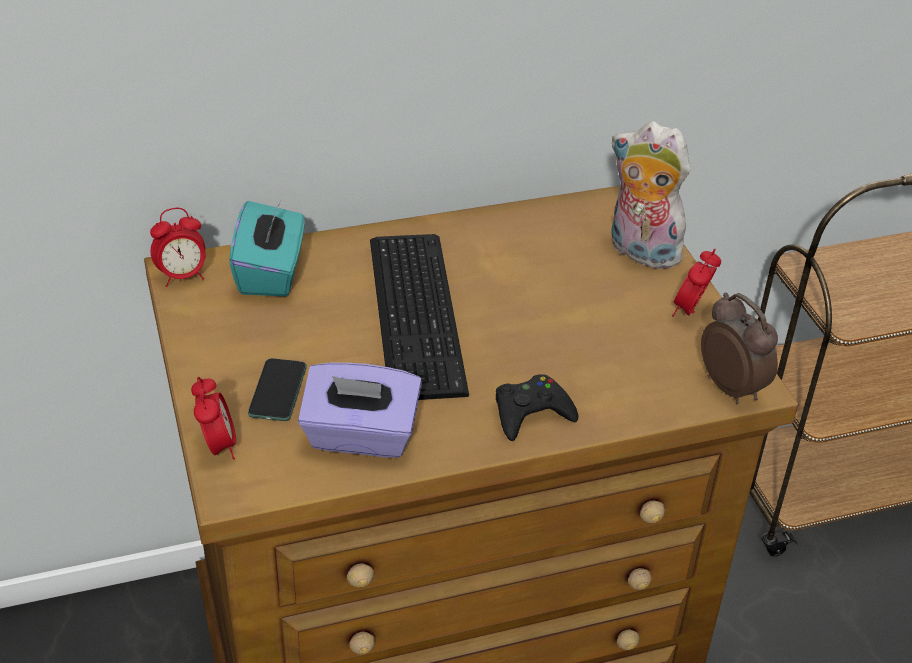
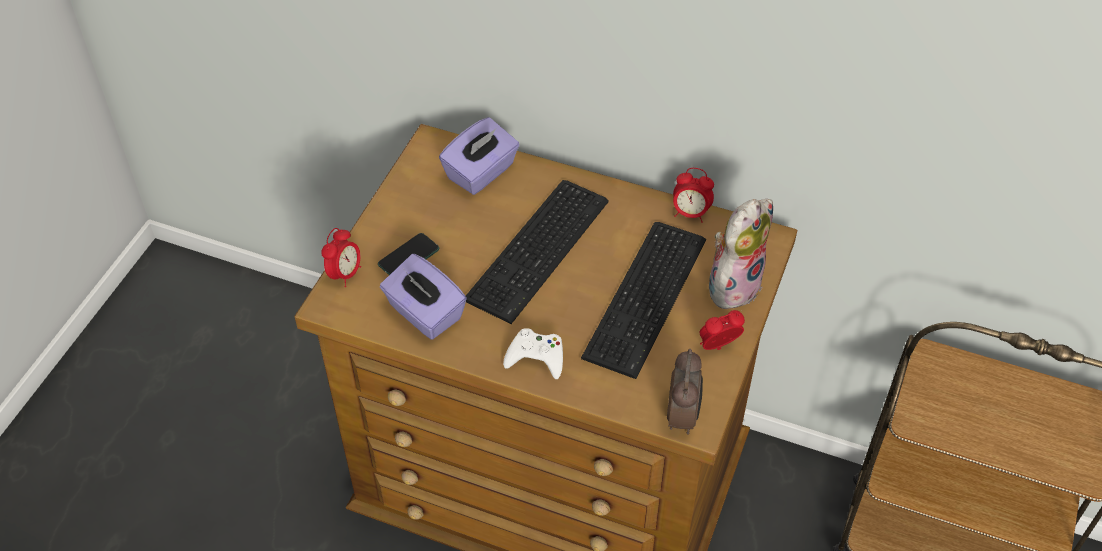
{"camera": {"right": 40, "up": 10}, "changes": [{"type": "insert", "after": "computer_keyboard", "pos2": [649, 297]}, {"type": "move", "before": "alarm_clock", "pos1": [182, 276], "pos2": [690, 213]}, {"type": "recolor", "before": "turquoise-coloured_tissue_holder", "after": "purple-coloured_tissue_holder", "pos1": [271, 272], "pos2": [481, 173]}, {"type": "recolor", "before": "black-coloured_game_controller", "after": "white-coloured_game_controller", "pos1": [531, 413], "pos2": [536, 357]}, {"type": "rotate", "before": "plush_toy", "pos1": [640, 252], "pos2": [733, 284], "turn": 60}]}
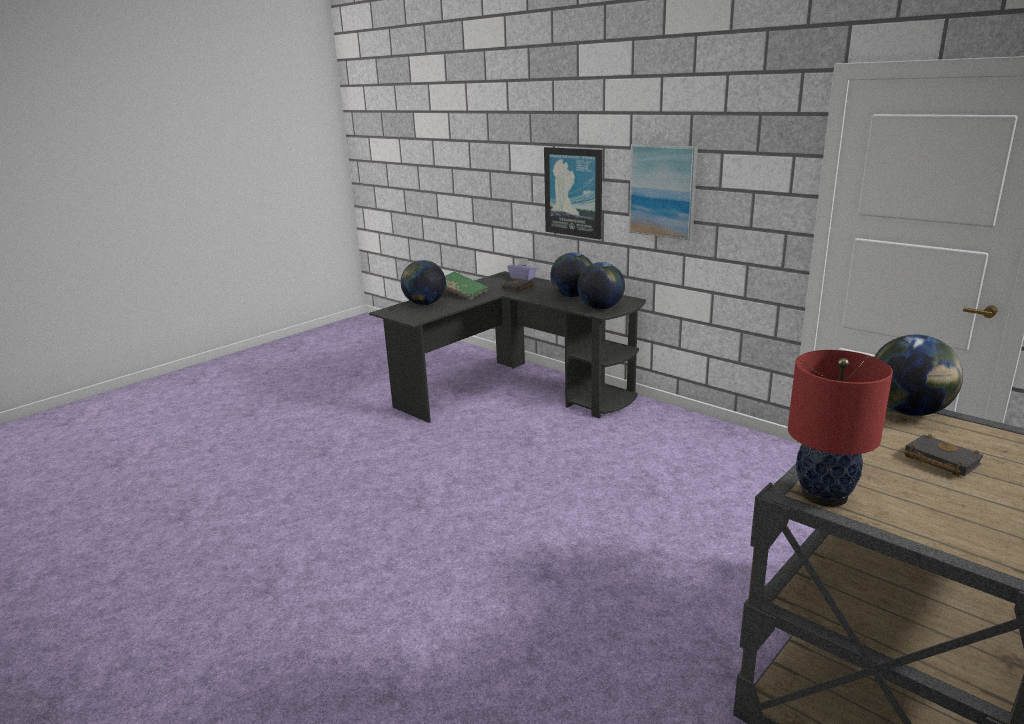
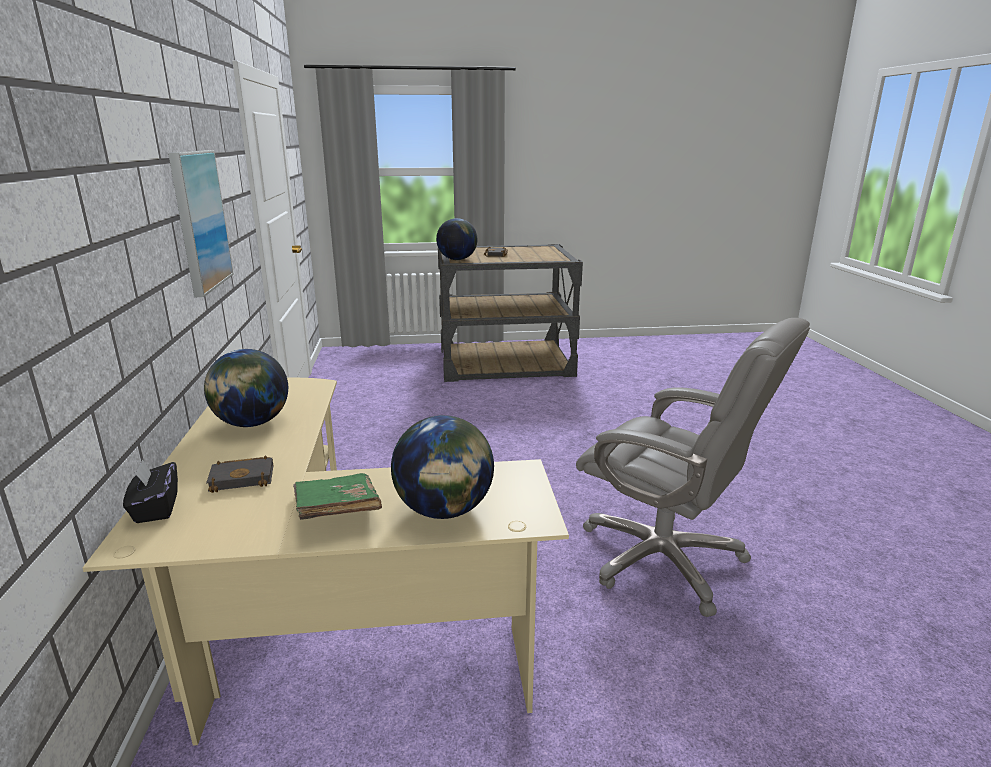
{"camera": {"right": -140, "up": 0}, "changes": [{"type": "delete", "before": "wall_art", "pos1": [574, 192]}, {"type": "delete", "before": "desk_globe", "pos1": [600, 308]}, {"type": "delete", "before": "red_lamp_for_a_table", "pos1": [824, 494]}, {"type": "insert", "after": "grey_computer_chair", "pos2": [663, 560]}, {"type": "recolor", "before": "black-coloured_desk_table", "after": "beige-coloured_desk_table", "pos1": [516, 390], "pos2": [321, 623]}, {"type": "recolor", "before": "purple-coloured_tissue_holder", "after": "black-coloured_tissue_holder", "pos1": [522, 278], "pos2": [156, 508]}]}
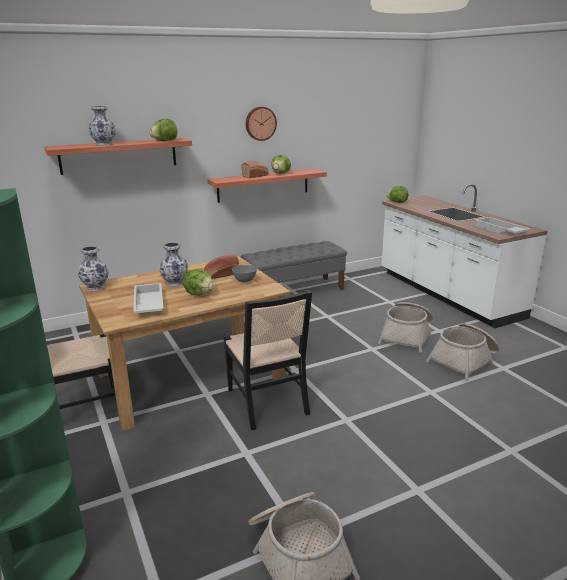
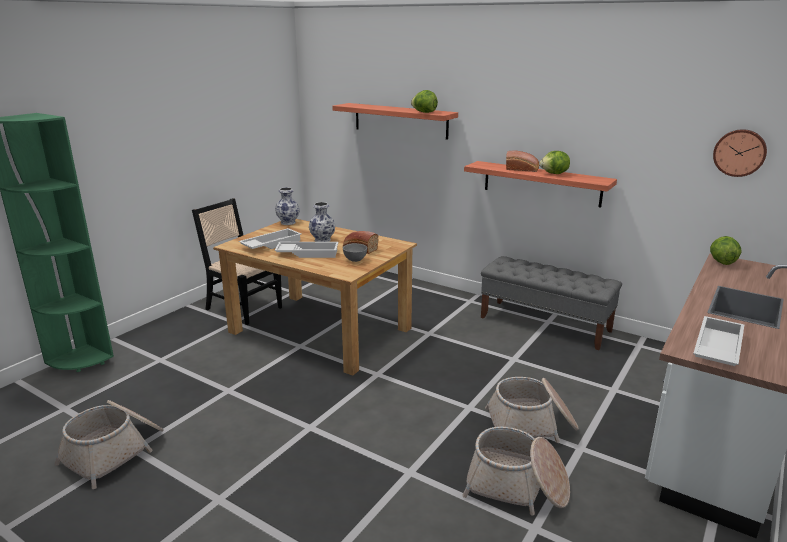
{"camera": {"right": 60, "up": 0}, "changes": [{"type": "delete", "before": "vase", "pos1": [103, 144]}, {"type": "delete", "before": "upright_chair", "pos1": [266, 402]}, {"type": "move", "before": "clock_on_the_wall", "pos1": [260, 123], "pos2": [739, 152]}, {"type": "replace", "before": "lettuce_head", "after": "white-coloured_serving_tray", "pos1": [199, 294], "pos2": [308, 253]}]}
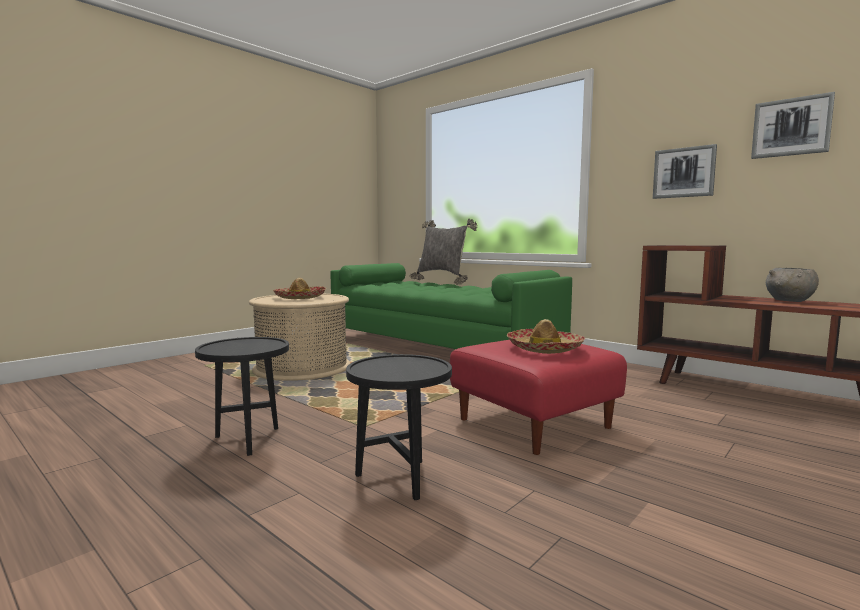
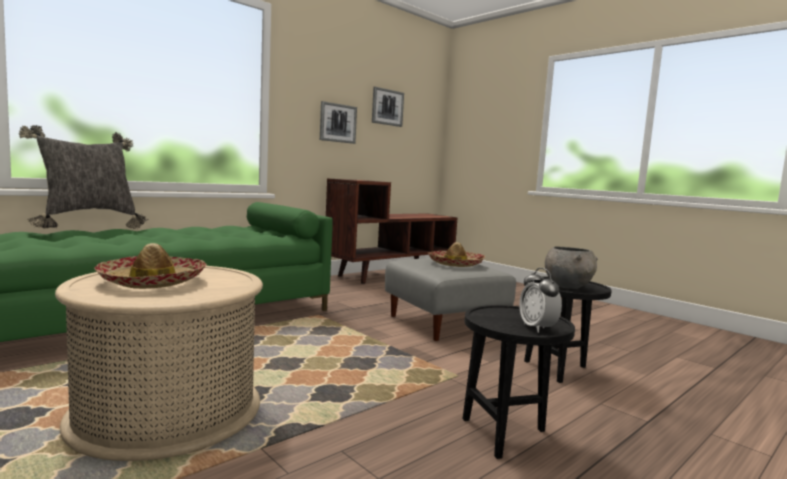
{"camera": {"right": -85, "up": 0}, "changes": [{"type": "insert", "after": "alarm_clock", "pos2": [537, 328]}, {"type": "move", "before": "grey_serving_bowl", "pos1": [790, 301], "pos2": [568, 287]}, {"type": "recolor", "before": "red_pouffe", "after": "grey_pouffe", "pos1": [534, 423], "pos2": [444, 323]}]}
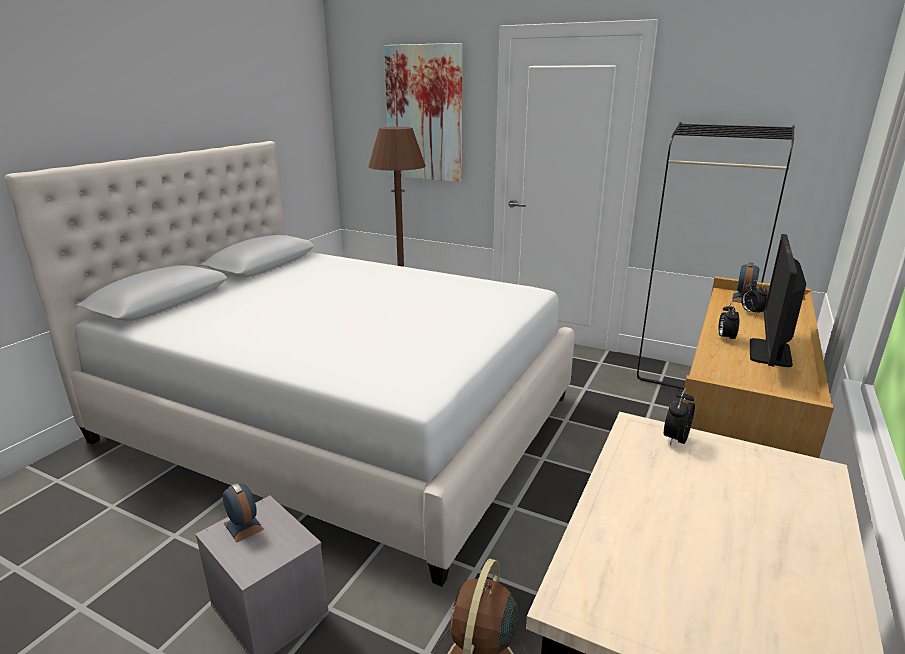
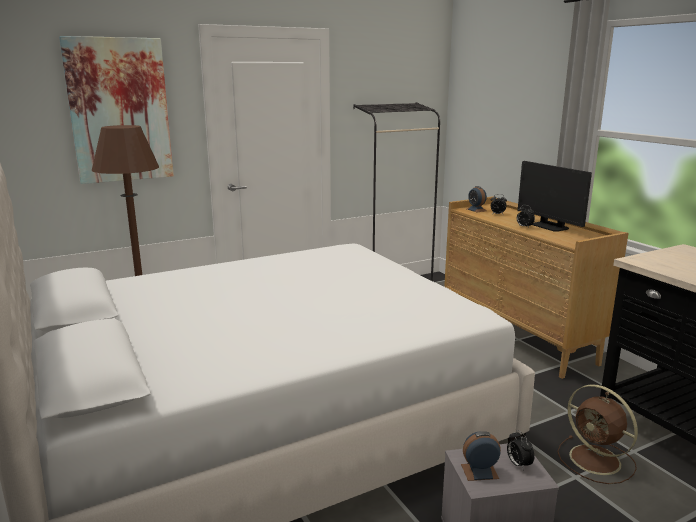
{"camera": {"right": -55, "up": -5}, "changes": [{"type": "move", "before": "alarm_clock", "pos1": [675, 439], "pos2": [518, 464]}]}
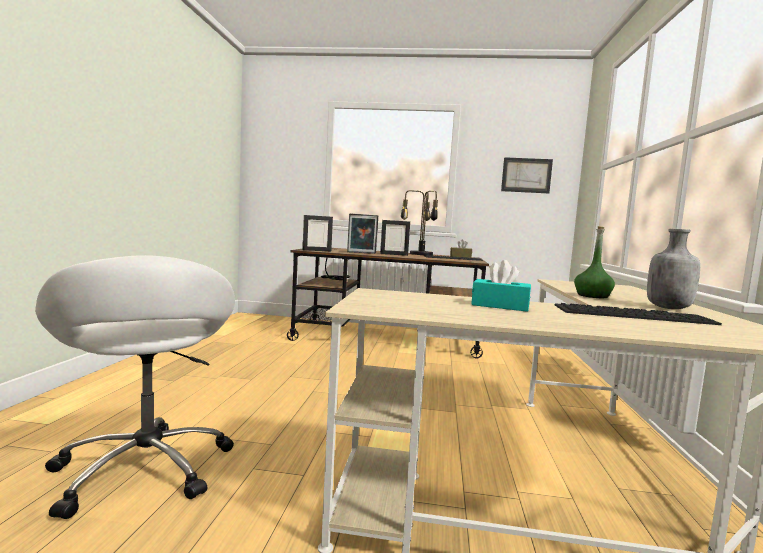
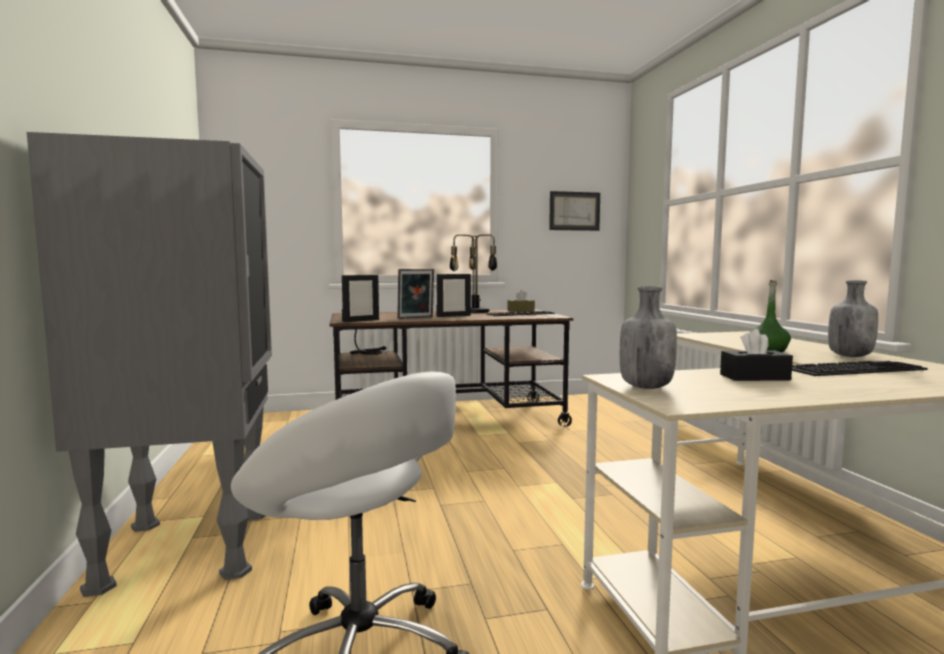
{"camera": {"right": -20, "up": 0}, "changes": [{"type": "insert", "after": "grey_cupboard", "pos2": [190, 546]}, {"type": "insert", "after": "grey_beverage_bottle", "pos2": [645, 387]}, {"type": "recolor", "before": "turquoise-coloured_tissue_holder", "after": "black-coloured_tissue_holder", "pos1": [500, 306], "pos2": [754, 377]}]}
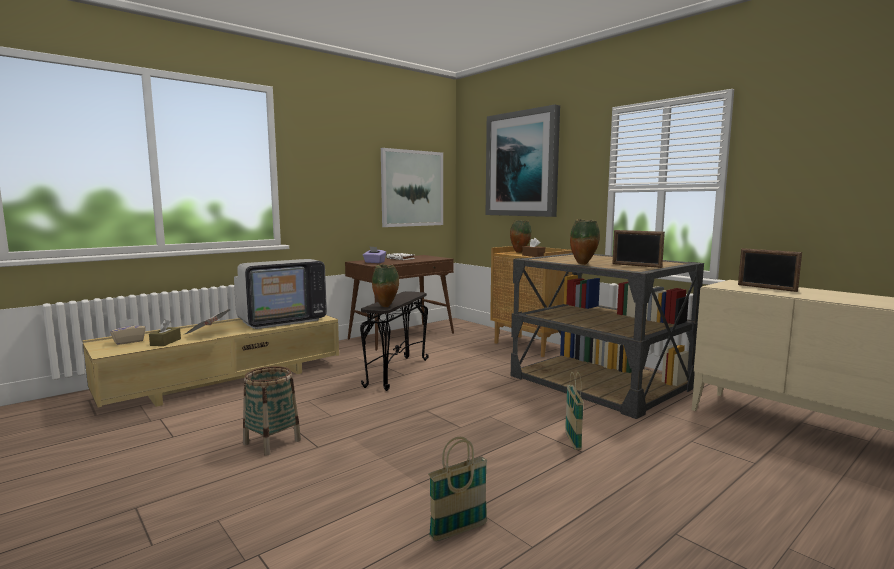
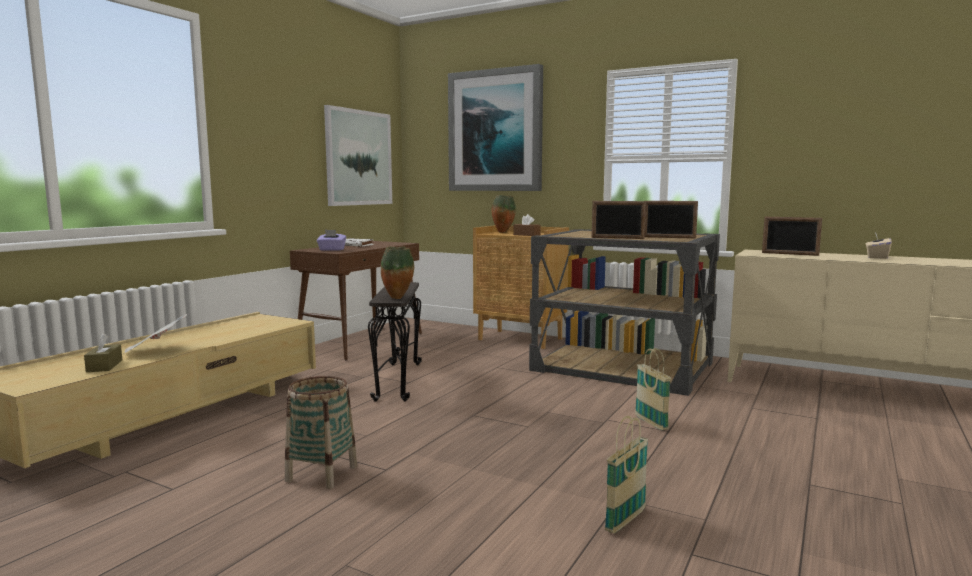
{"camera": {"right": -20, "up": 0}, "changes": [{"type": "delete", "before": "television", "pos1": [282, 320]}, {"type": "move", "before": "beige-coloured_tissue_holder", "pos1": [128, 341], "pos2": [876, 257]}, {"type": "replace", "before": "vase", "after": "photo_frame", "pos1": [584, 264], "pos2": [617, 238]}]}
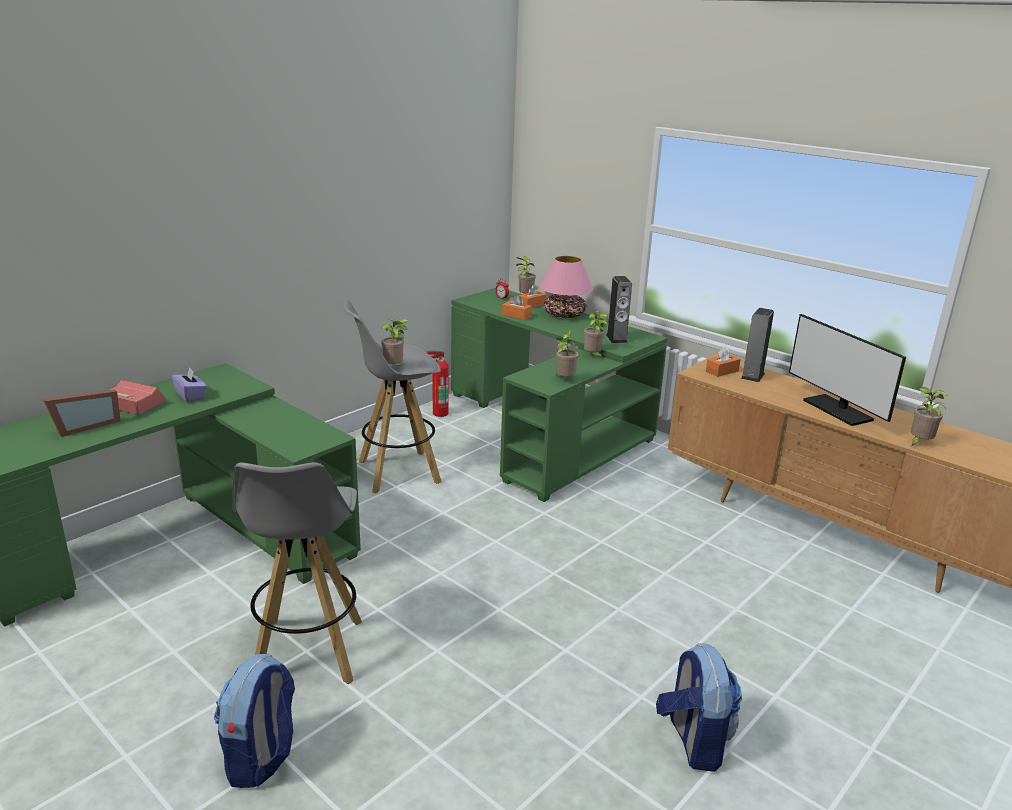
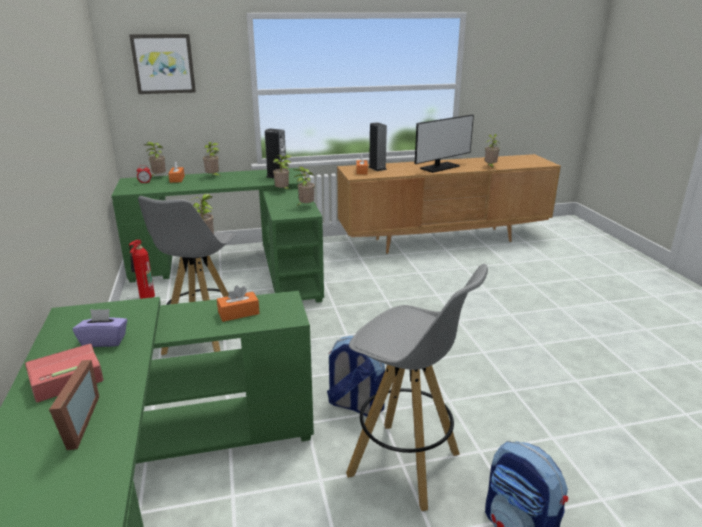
{"camera": {"right": -55, "up": 0}, "changes": [{"type": "insert", "after": "wall_art", "pos2": [163, 64]}, {"type": "move", "before": "orange_tissue_holder", "pos1": [516, 316], "pos2": [238, 313]}, {"type": "move", "before": "backpack", "pos1": [693, 741], "pos2": [355, 405]}, {"type": "replace", "before": "pink_lamp_for_a_table", "after": "houseplant", "pos1": [564, 315], "pos2": [213, 177]}, {"type": "rotate", "before": "computer_display", "pos1": [837, 410], "pos2": [440, 167], "turn": -45}]}
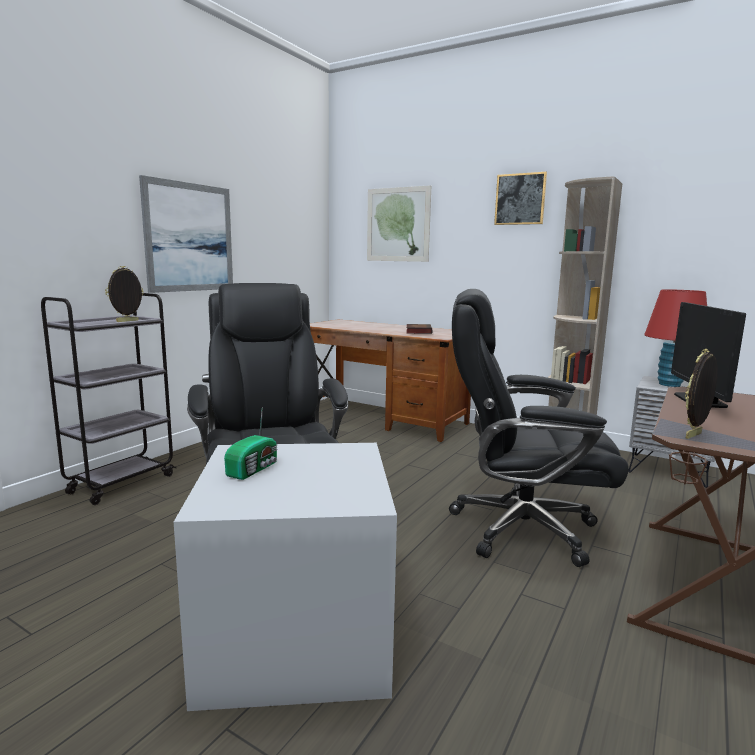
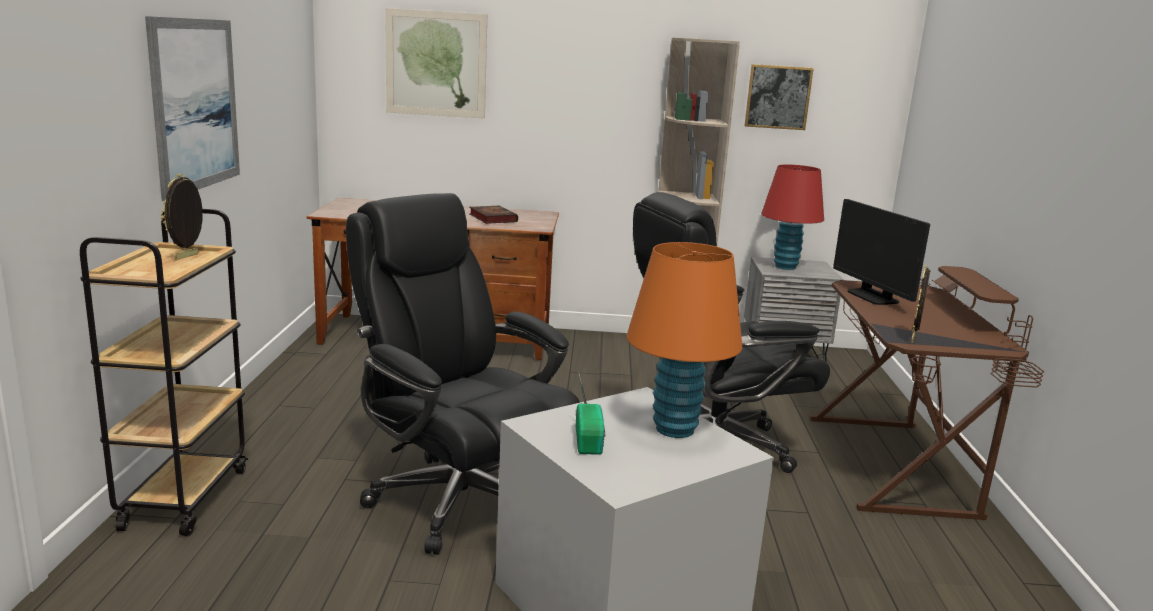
{"camera": {"right": -30, "up": 5}, "changes": [{"type": "insert", "after": "orange_lamp_for_a_table", "pos2": [675, 429]}, {"type": "move", "before": "wall_art", "pos1": [520, 199], "pos2": [778, 97]}, {"type": "recolor", "before": "grey_wheeled_cart", "after": "brownish_wheeled_cart", "pos1": [122, 483], "pos2": [184, 498]}]}
